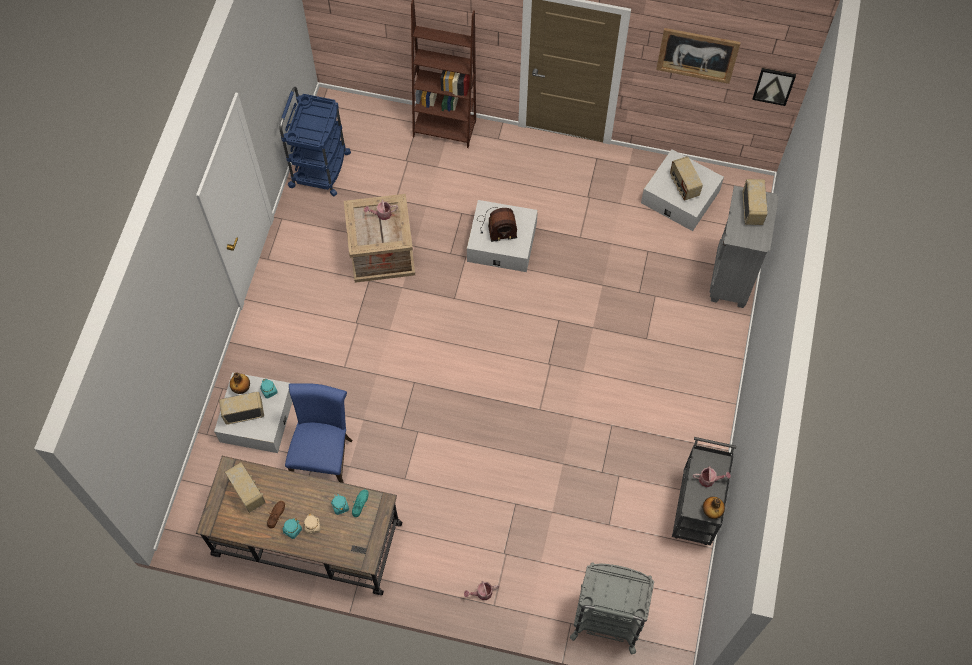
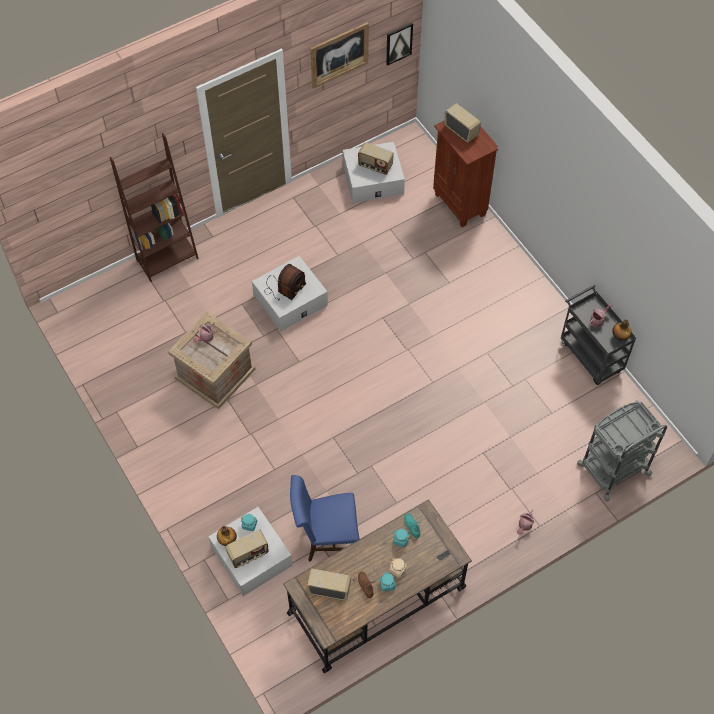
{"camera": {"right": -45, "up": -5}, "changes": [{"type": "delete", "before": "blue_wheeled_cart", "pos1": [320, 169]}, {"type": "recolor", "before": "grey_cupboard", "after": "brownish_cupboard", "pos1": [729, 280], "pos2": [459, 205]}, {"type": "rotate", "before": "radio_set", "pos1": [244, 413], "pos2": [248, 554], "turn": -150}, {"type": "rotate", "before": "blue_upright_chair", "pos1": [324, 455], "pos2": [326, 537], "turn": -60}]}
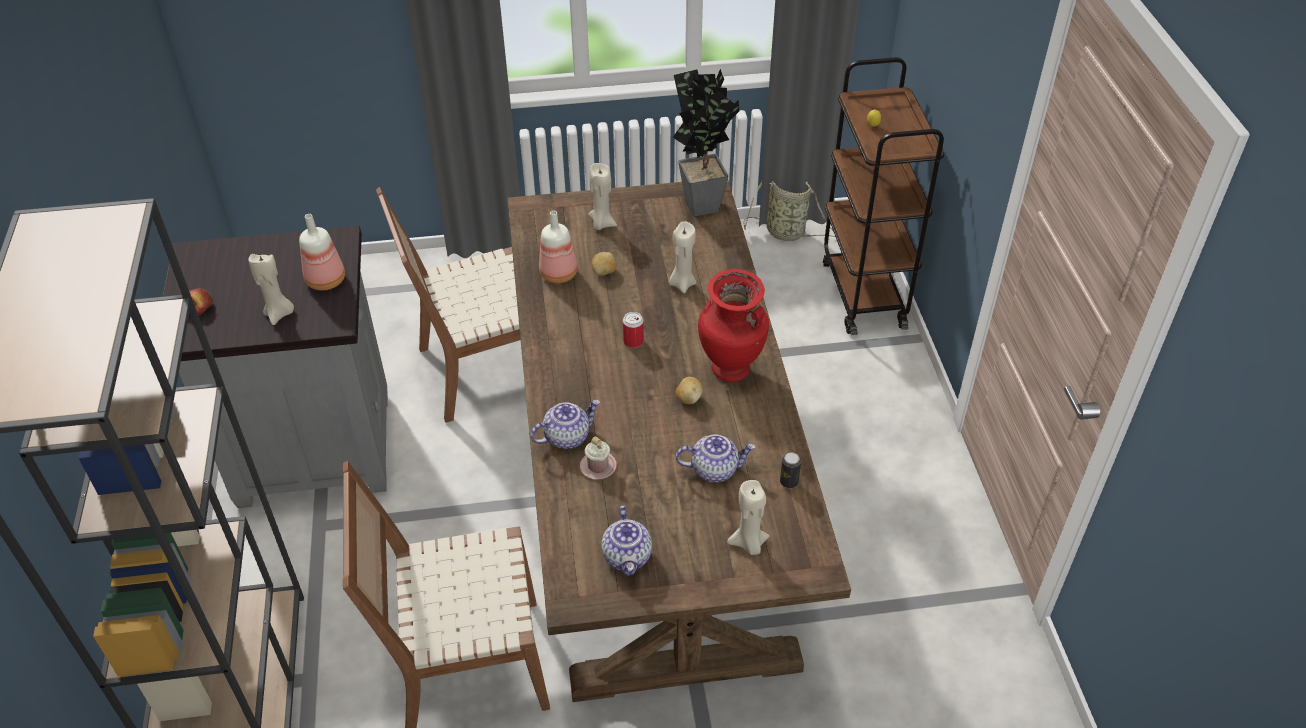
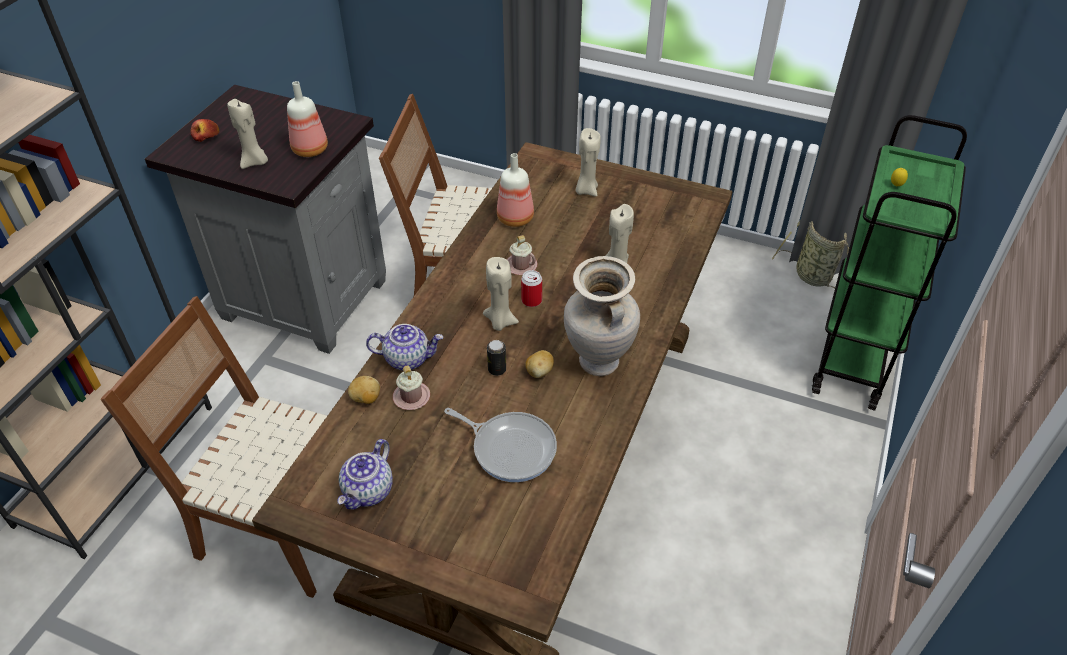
{"camera": {"right": 30, "up": 0}, "changes": [{"type": "delete", "before": "houseplant", "pos1": [703, 201]}, {"type": "insert", "after": "pink_mug", "pos2": [521, 265]}, {"type": "move", "before": "potato", "pos1": [604, 272], "pos2": [366, 398]}, {"type": "move", "before": "beige-coloured_wax_candle", "pos1": [749, 544], "pos2": [500, 322]}, {"type": "move", "before": "sealed_can", "pos1": [789, 481], "pos2": [497, 369]}, {"type": "replace", "before": "pot_for_tea", "after": "skillet", "pos1": [714, 469], "pos2": [510, 448]}, {"type": "recolor", "before": "red_vase", "after": "beige-coloured_vase", "pos1": [730, 371], "pos2": [597, 363]}, {"type": "recolor", "before": "brownish_wheeled_cart", "after": "green_wheeled_cart", "pos1": [864, 296], "pos2": [853, 362]}]}
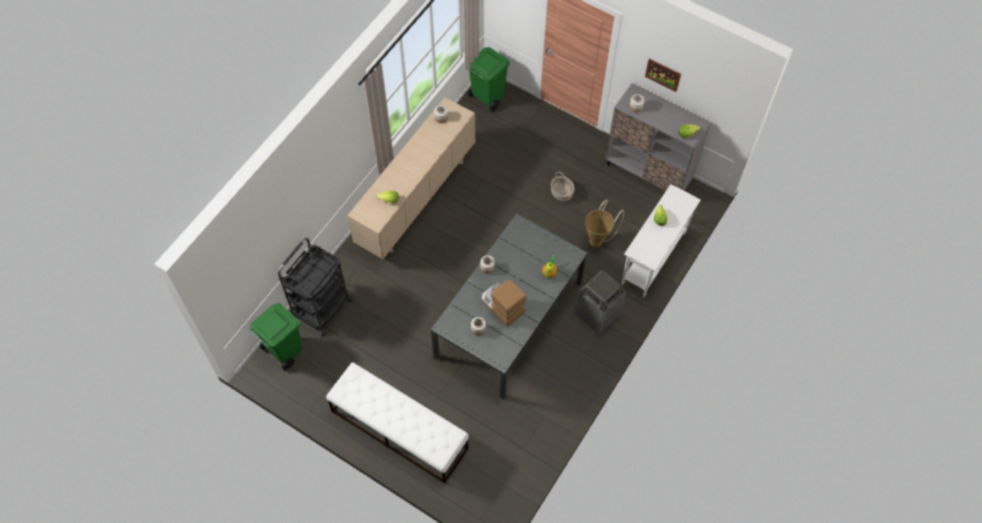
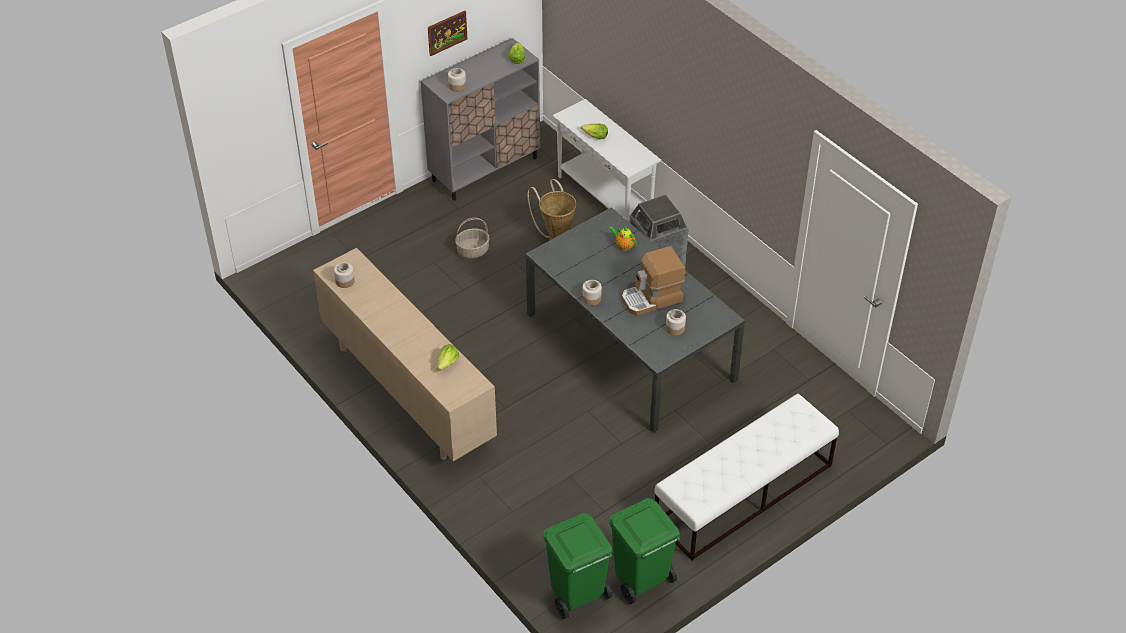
{"camera": {"right": -70, "up": -15}, "changes": [{"type": "delete", "before": "black-coloured_wheeled_cart", "pos1": [321, 307]}, {"type": "move", "before": "green_trash_can", "pos1": [487, 97], "pos2": [641, 580]}]}
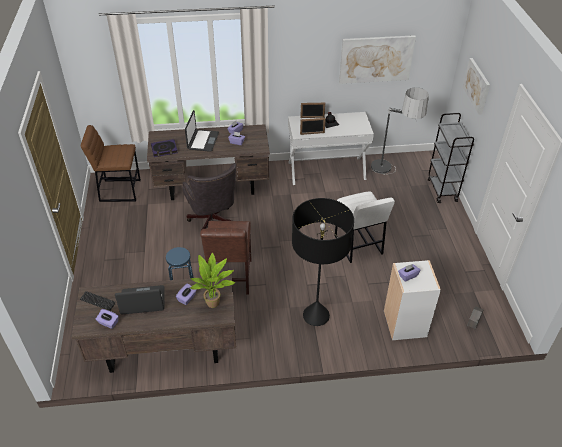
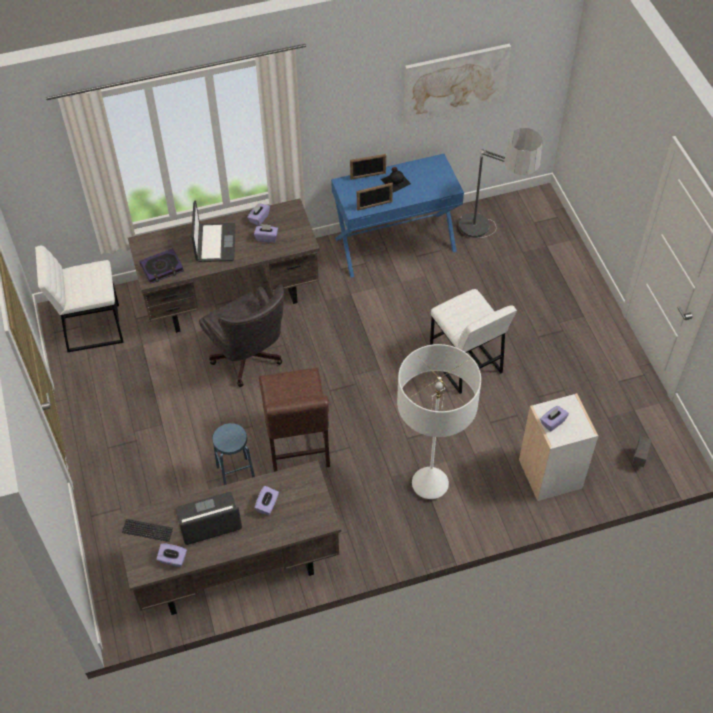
{"camera": {"right": -10, "up": 10}, "changes": [{"type": "delete", "before": "houseplant", "pos1": [215, 304]}, {"type": "delete", "before": "grey_wheeled_cart", "pos1": [442, 191]}, {"type": "delete", "before": "wall_art", "pos1": [477, 86]}, {"type": "recolor", "before": "brownish_upright_chair", "after": "white-coloured_upright_chair", "pos1": [119, 190], "pos2": [91, 328]}, {"type": "recolor", "before": "white-coloured_console_table", "after": "blue_console_table", "pos1": [326, 170], "pos2": [395, 244]}, {"type": "recolor", "before": "black-coloured_standard_lamp", "after": "white-coloured_standard_lamp", "pos1": [316, 317], "pos2": [430, 485]}]}
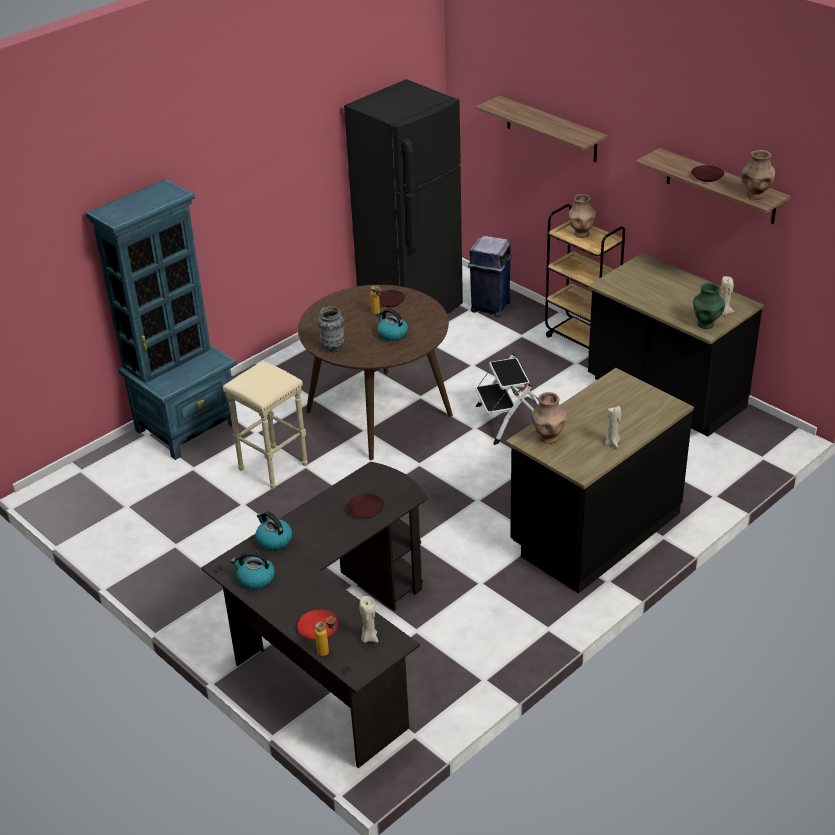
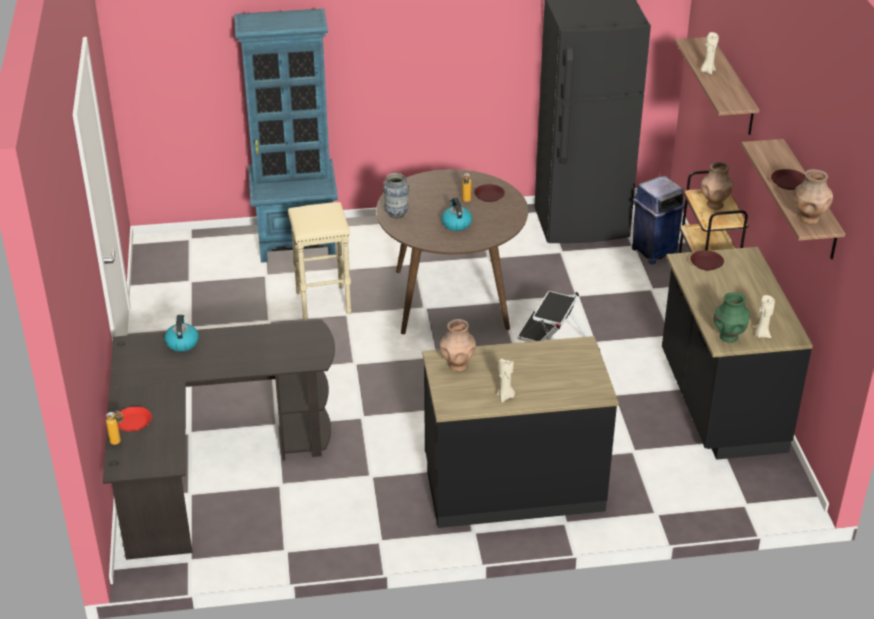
{"camera": {"right": 35, "up": 0}, "changes": [{"type": "delete", "before": "tea_kettle", "pos1": [255, 579]}, {"type": "move", "before": "brownish_plate", "pos1": [366, 509], "pos2": [706, 263]}, {"type": "move", "before": "beige-coloured_wax_candle", "pos1": [369, 637], "pos2": [707, 71]}]}
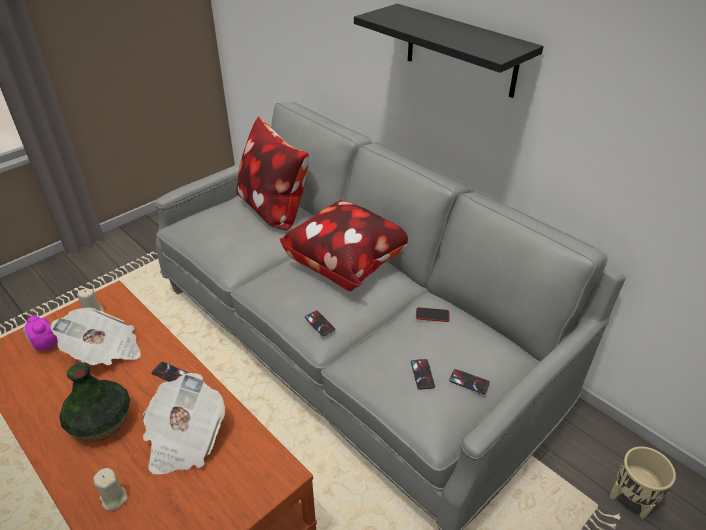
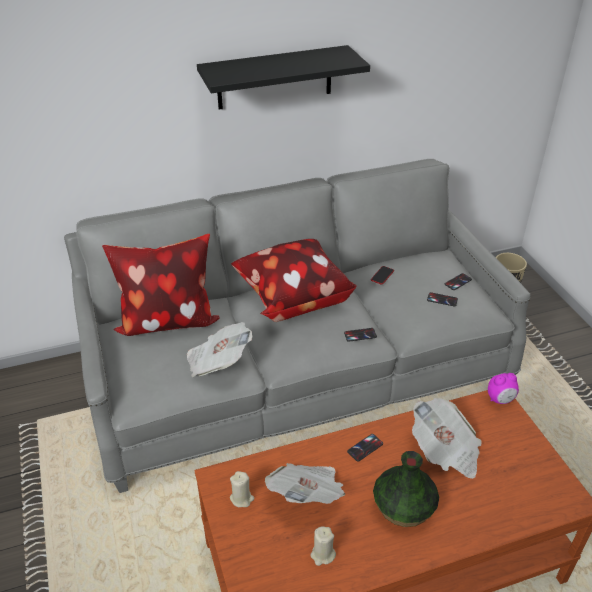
{"camera": {"right": -65, "up": 0}, "changes": [{"type": "insert", "after": "newspaper", "pos2": [218, 362]}, {"type": "move", "before": "alarm_clock", "pos1": [45, 345], "pos2": [500, 399]}, {"type": "move", "before": "beige-coloured_wax_candle", "pos1": [114, 498], "pos2": [322, 554]}]}
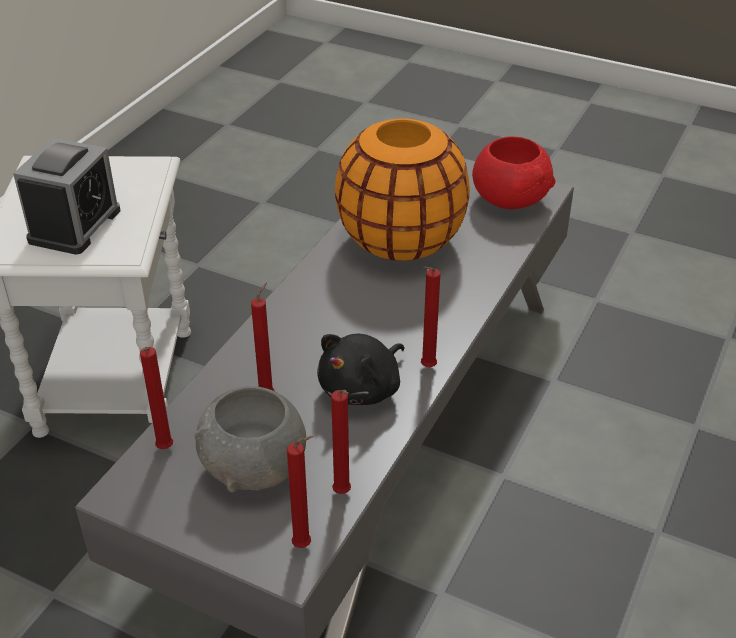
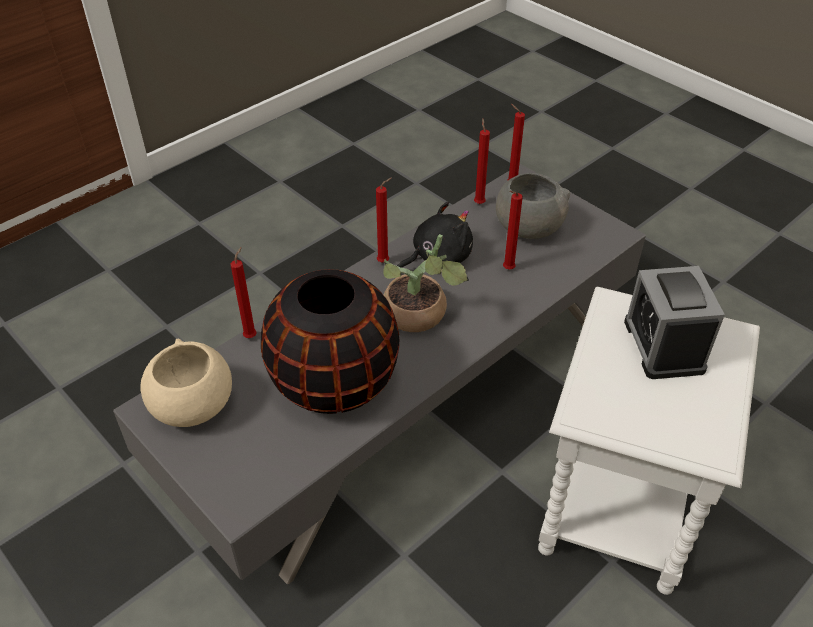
{"camera": {"right": -160, "up": 5}, "changes": [{"type": "insert", "after": "houseplant", "pos2": [420, 317]}, {"type": "move", "before": "red_wax_candle", "pos1": [164, 450], "pos2": [251, 335]}, {"type": "recolor", "before": "orange_vase", "after": "black-coloured_vase", "pos1": [400, 241], "pos2": [334, 383]}, {"type": "recolor", "before": "red_serving_bowl", "after": "beige-coloured_serving_bowl", "pos1": [509, 200], "pos2": [192, 407]}, {"type": "rotate", "before": "alarm_clock", "pos1": [75, 225], "pos2": [663, 345], "turn": -45}]}
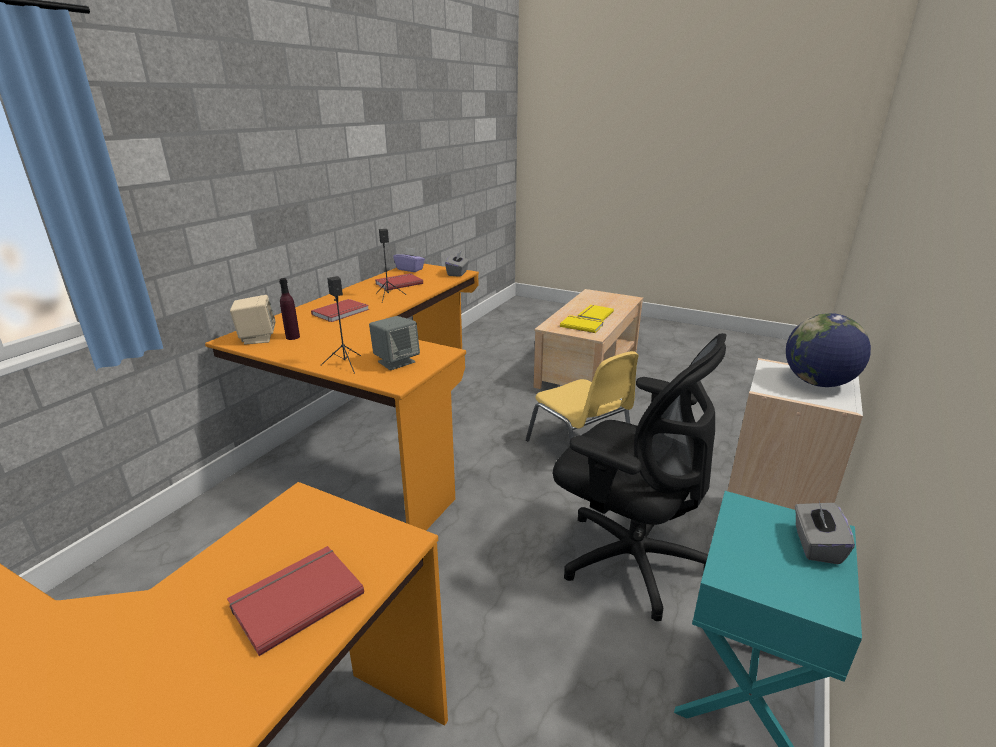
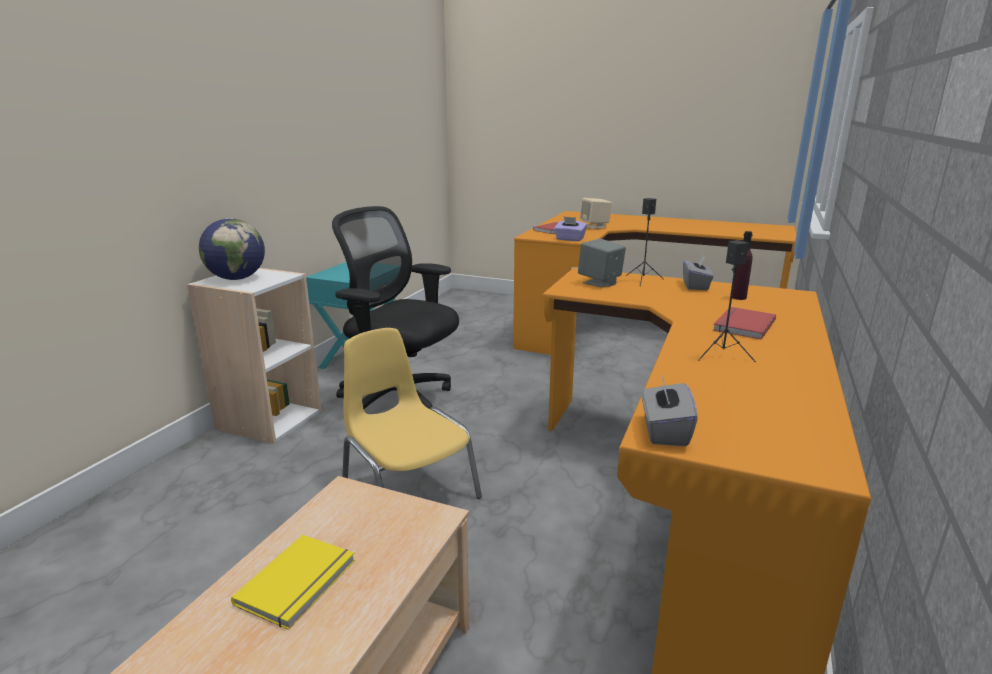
{"camera": {"right": 175, "up": -5}, "changes": [{"type": "delete", "before": "red_volume", "pos1": [398, 283]}, {"type": "delete", "before": "yellowish_volume", "pos1": [582, 325]}, {"type": "move", "before": "beige-coloured_audio_speaker", "pos1": [257, 338], "pos2": [595, 227]}, {"type": "move", "before": "purple-coloured_tissue_holder", "pos1": [410, 269], "pos2": [569, 239]}, {"type": "move", "before": "grey_tissue_holder", "pos1": [815, 545], "pos2": [696, 286]}]}
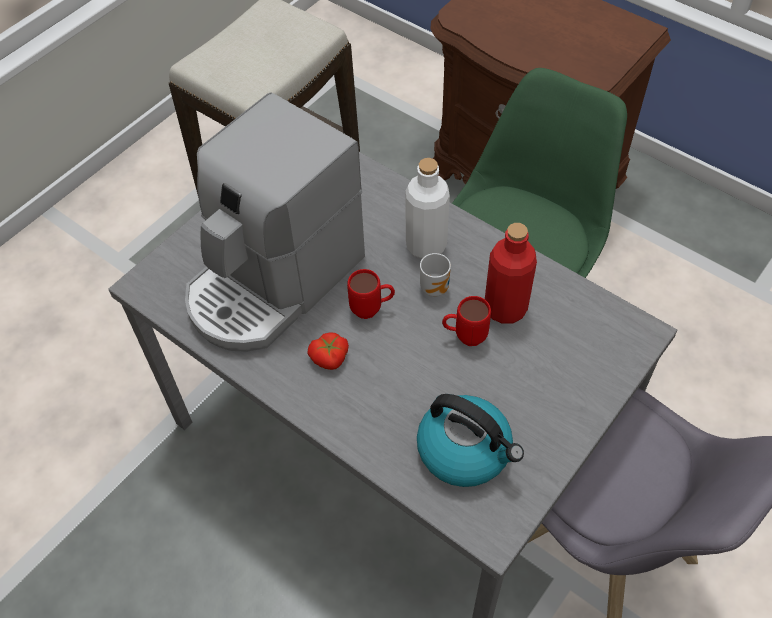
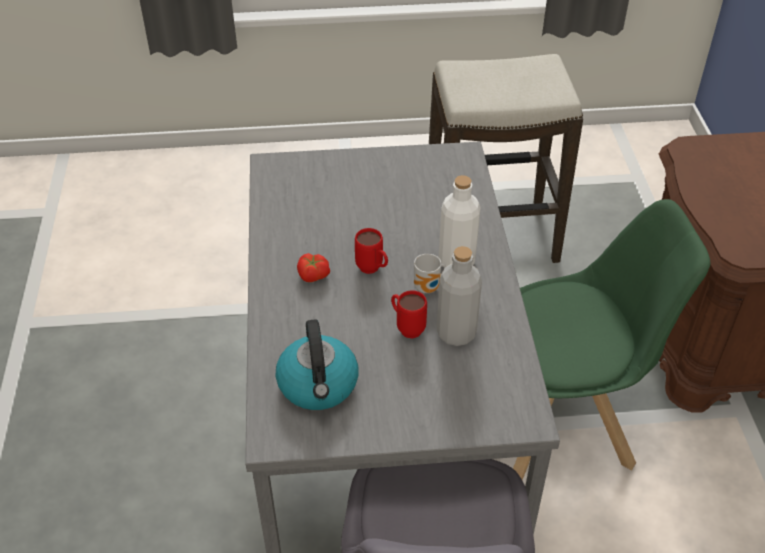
{"camera": {"right": 45, "up": -10}, "changes": [{"type": "delete", "before": "coffee_brewer", "pos1": [273, 282]}, {"type": "recolor", "before": "red_beverage_bottle", "after": "grey_beverage_bottle", "pos1": [505, 308], "pos2": [456, 333]}]}
